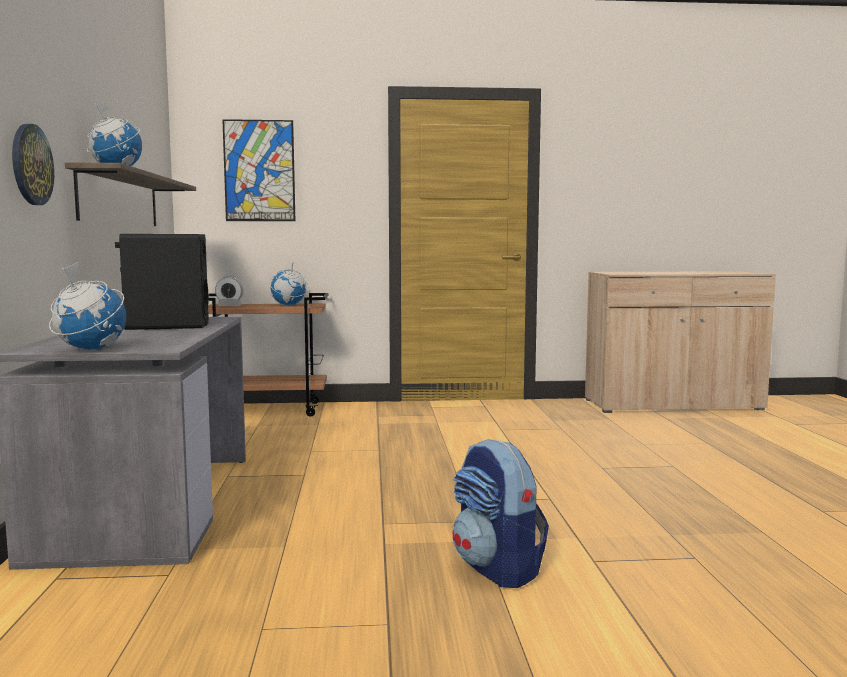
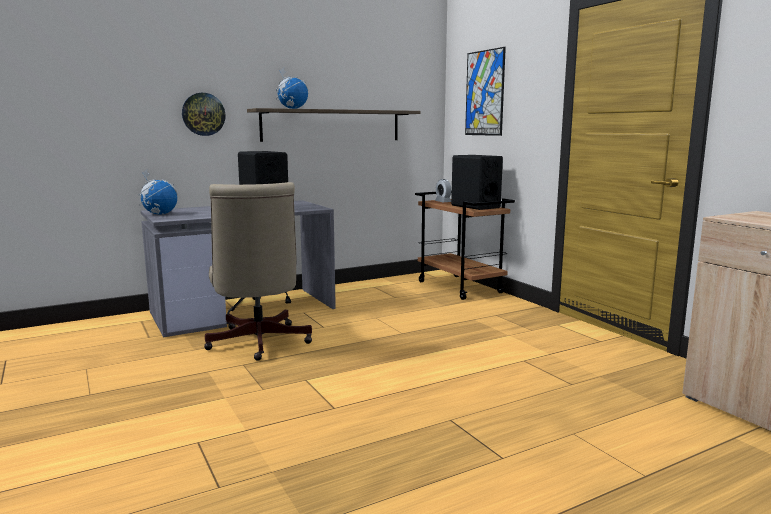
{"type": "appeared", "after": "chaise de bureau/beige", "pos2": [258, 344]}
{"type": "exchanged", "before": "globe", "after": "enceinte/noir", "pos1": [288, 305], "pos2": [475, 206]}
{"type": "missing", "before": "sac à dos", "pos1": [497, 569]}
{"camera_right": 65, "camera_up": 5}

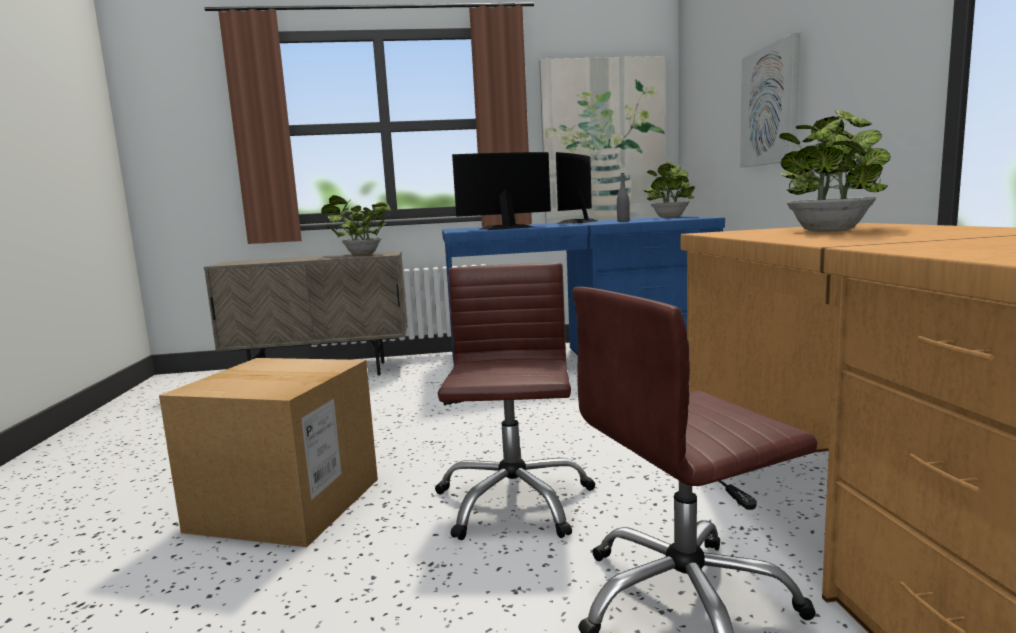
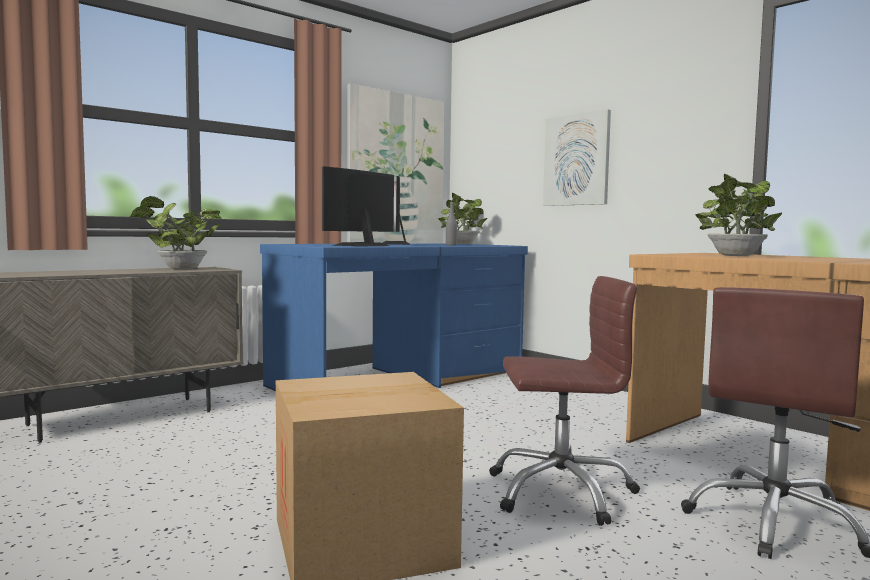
{"type": "spun", "before": "chaise de bureau/marron", "pos1": [513, 501], "pos2": [560, 491], "turn": 120}
{"camera_right": -35, "camera_up": -5}

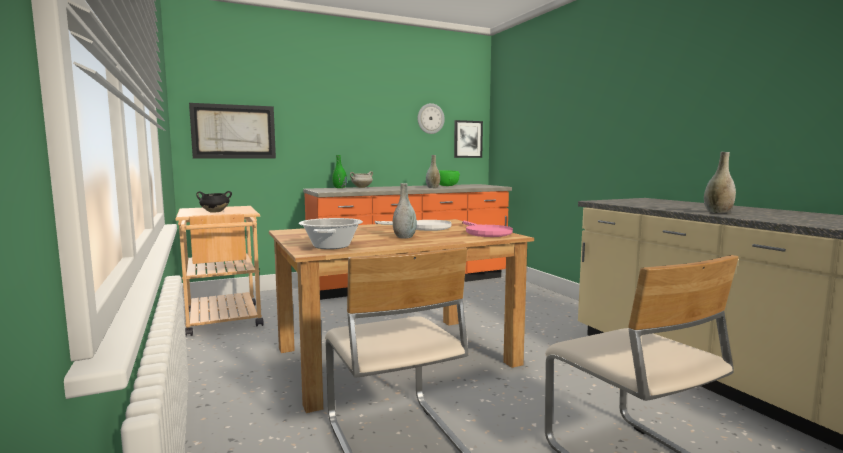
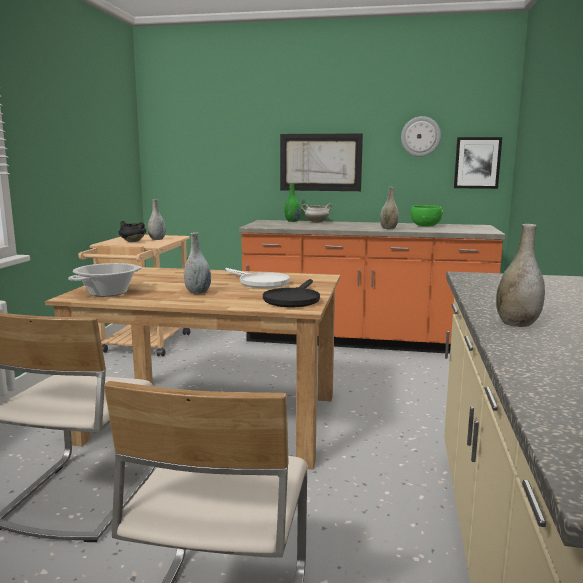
{"type": "appeared", "after": "vase/gris", "pos2": [157, 239]}
{"type": "colour", "before": "poêle/rose", "after": "poêle/noir", "pos1": [485, 233], "pos2": [293, 299]}
{"type": "relocated", "before": "tableau", "pos1": [234, 131], "pos2": [320, 162]}
{"camera_right": 35, "camera_up": 5}

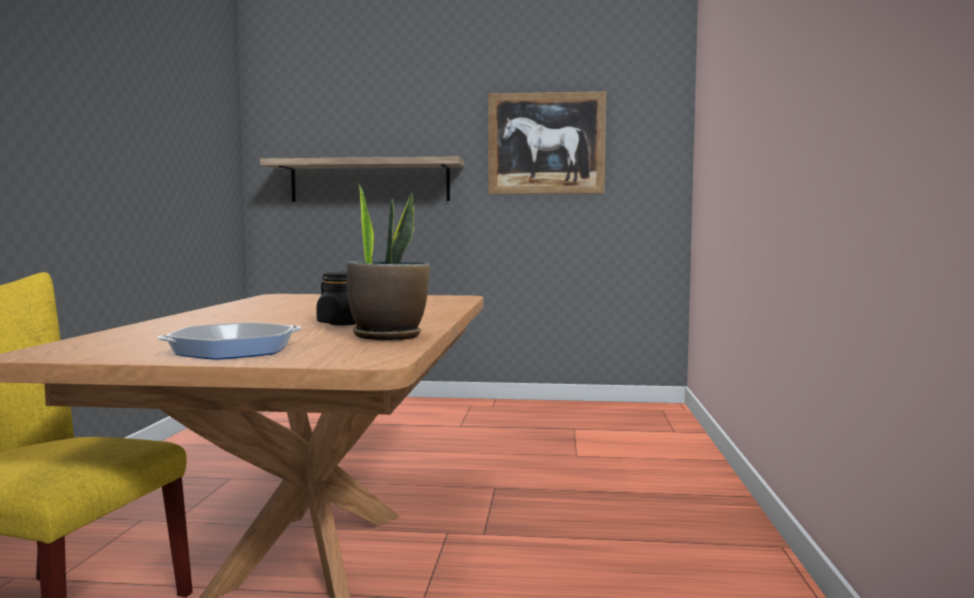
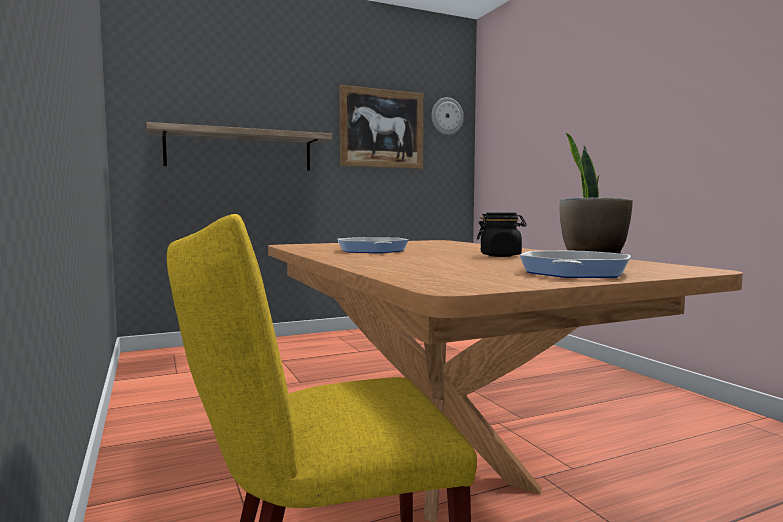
{"type": "appeared", "after": "poêle", "pos2": [372, 250]}
{"type": "appeared", "after": "horloge murale", "pos2": [447, 116]}
{"camera_right": -30, "camera_up": 0}

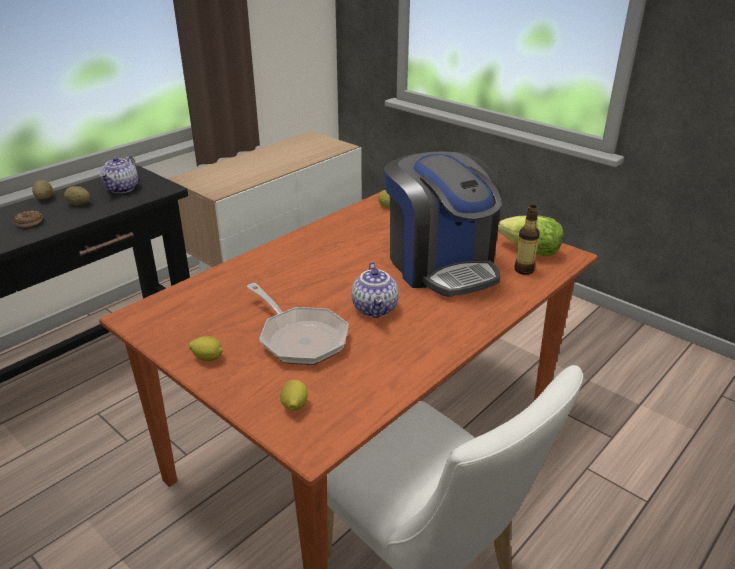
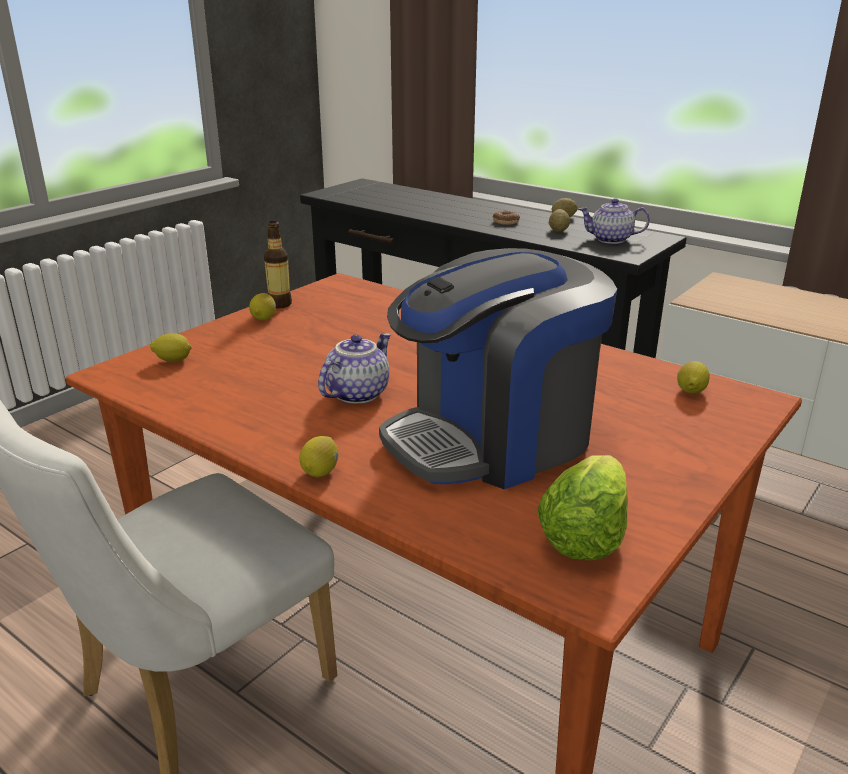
{"type": "relocated", "before": "bouteille", "pos1": [523, 270], "pos2": [280, 304]}
{"type": "appeared", "after": "citron", "pos2": [321, 471]}
{"type": "spun", "before": "théière", "pos1": [376, 309], "pos2": [356, 393], "turn": 135}
{"type": "missing", "before": "poêle", "pos1": [300, 338]}
{"camera_right": 85, "camera_up": -5}

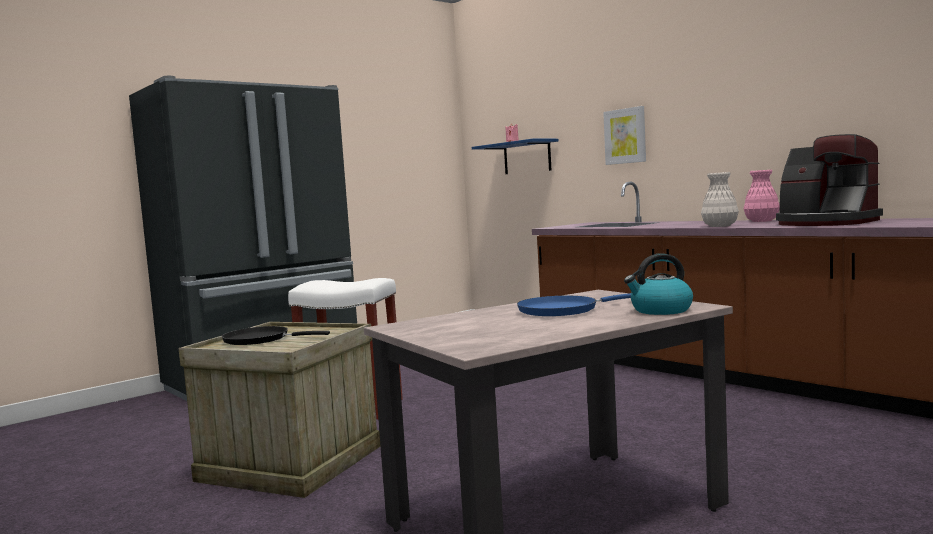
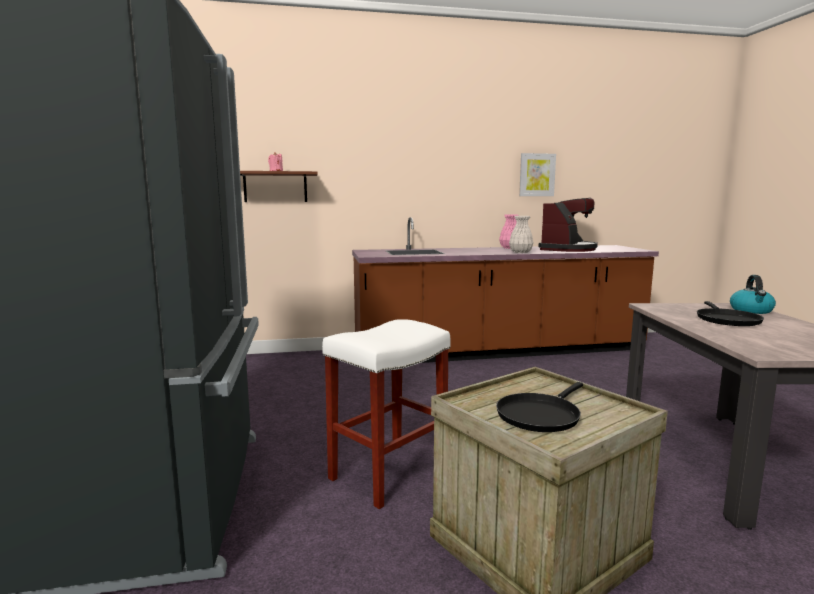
{"type": "colour", "before": "étagère/bleu", "after": "étagère/marron", "pos1": [527, 157], "pos2": [275, 187]}
{"type": "relocated", "before": "tableau", "pos1": [625, 136], "pos2": [537, 175]}
{"type": "spun", "before": "machine à café", "pos1": [825, 223], "pos2": [568, 249], "turn": -45}
{"type": "colour", "before": "poêle/bleu", "after": "poêle/noir", "pos1": [563, 310], "pos2": [726, 320]}
{"camera_right": -60, "camera_up": 5}

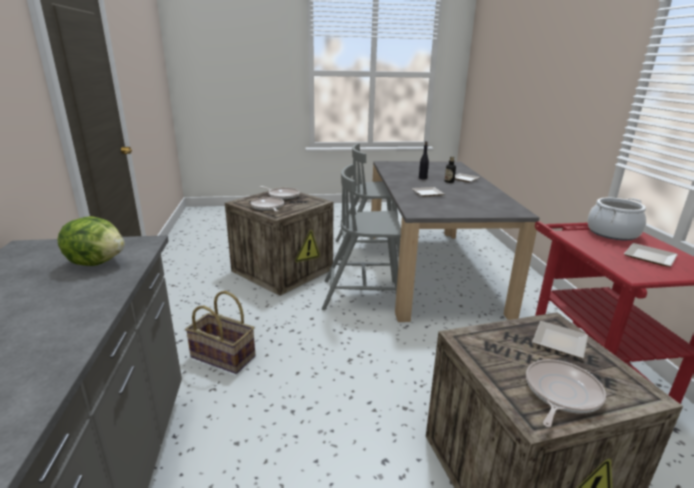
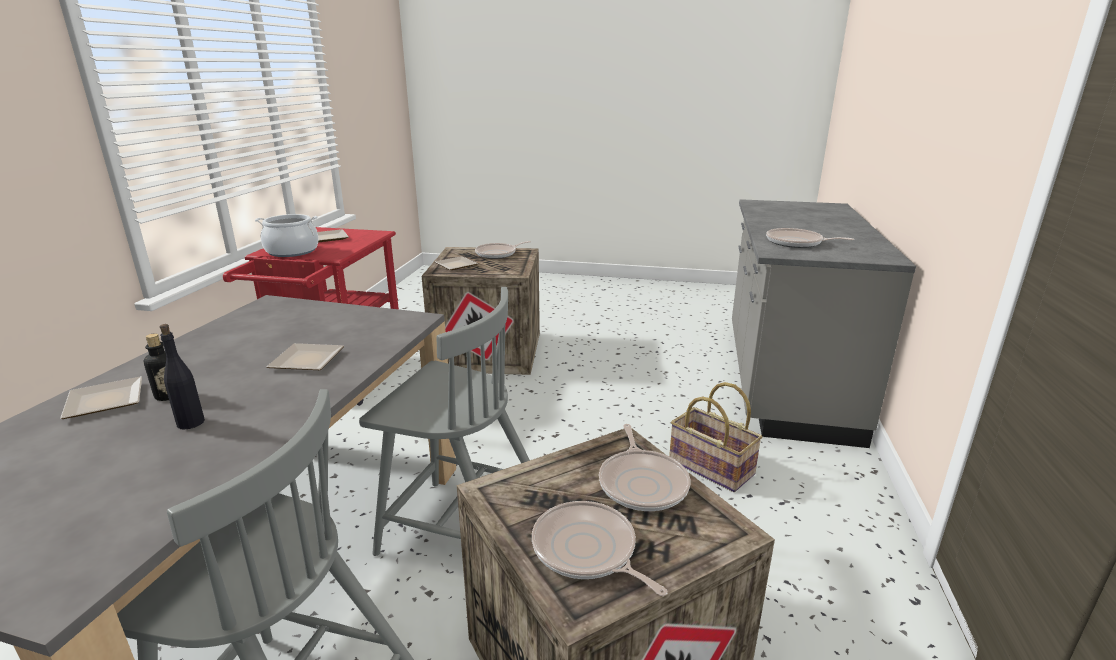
{"type": "exchanged", "before": "laitue", "after": "poêle", "pos1": [97, 262], "pos2": [797, 243]}
{"camera_right": -160, "camera_up": 0}

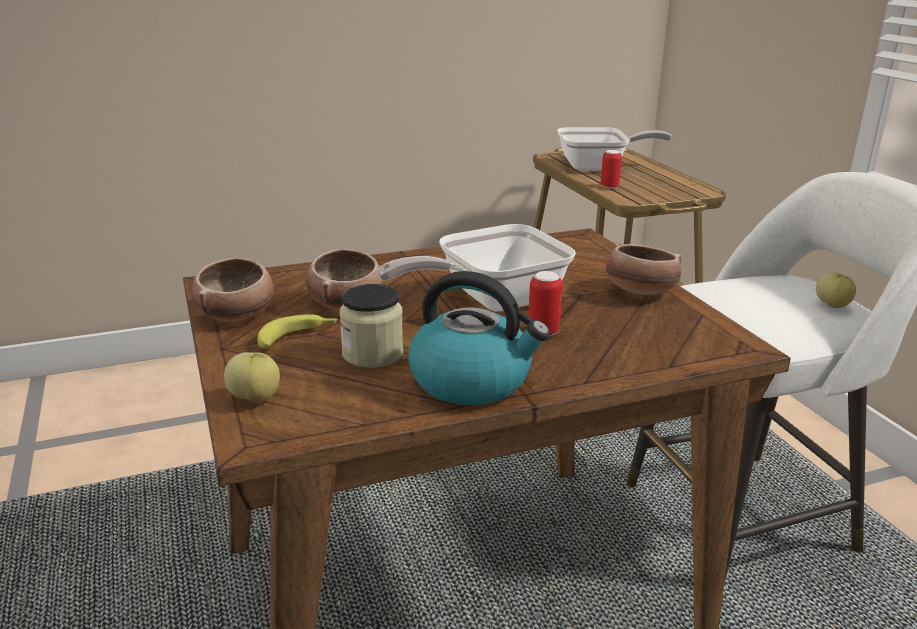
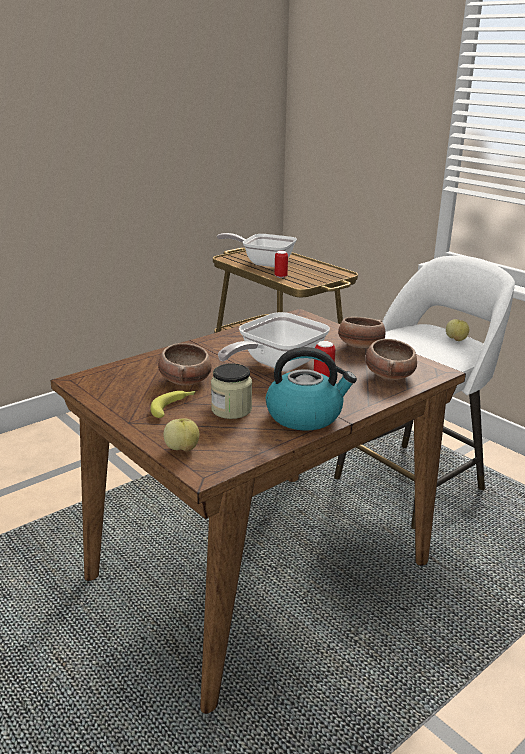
{"type": "spun", "before": "poêle", "pos1": [598, 167], "pos2": [263, 262], "turn": -135}
{"type": "relocated", "before": "bol", "pos1": [237, 314], "pos2": [389, 375]}
{"camera_right": -20, "camera_up": 0}

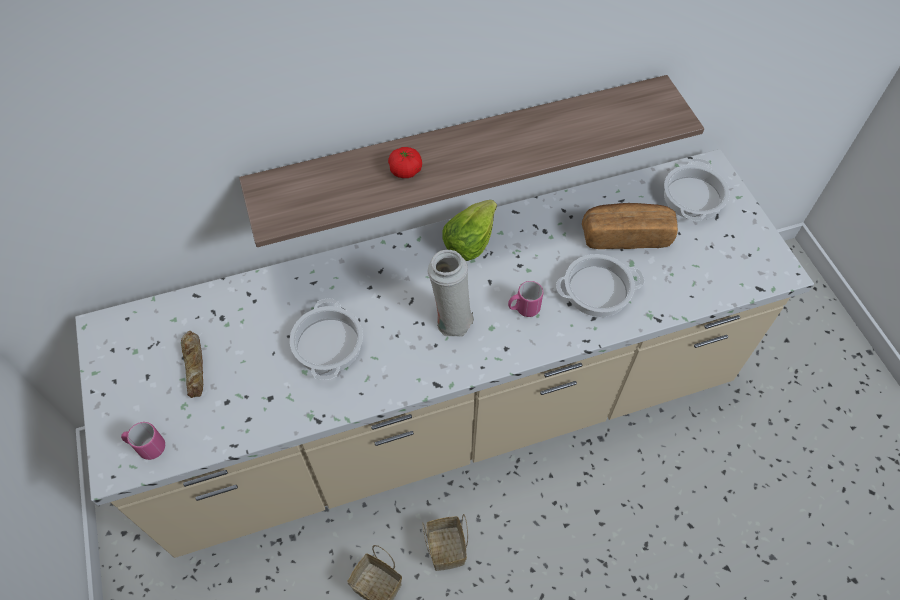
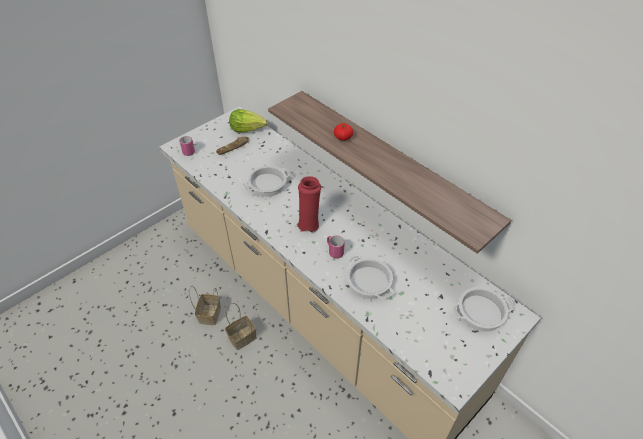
{"type": "relocated", "before": "laitue", "pos1": [469, 240], "pos2": [247, 129]}
{"type": "colour", "before": "vase/blanc", "after": "vase/rouge", "pos1": [451, 319], "pos2": [309, 223]}
{"type": "missing", "before": "pain", "pos1": [625, 235]}
{"camera_right": 65, "camera_up": -10}

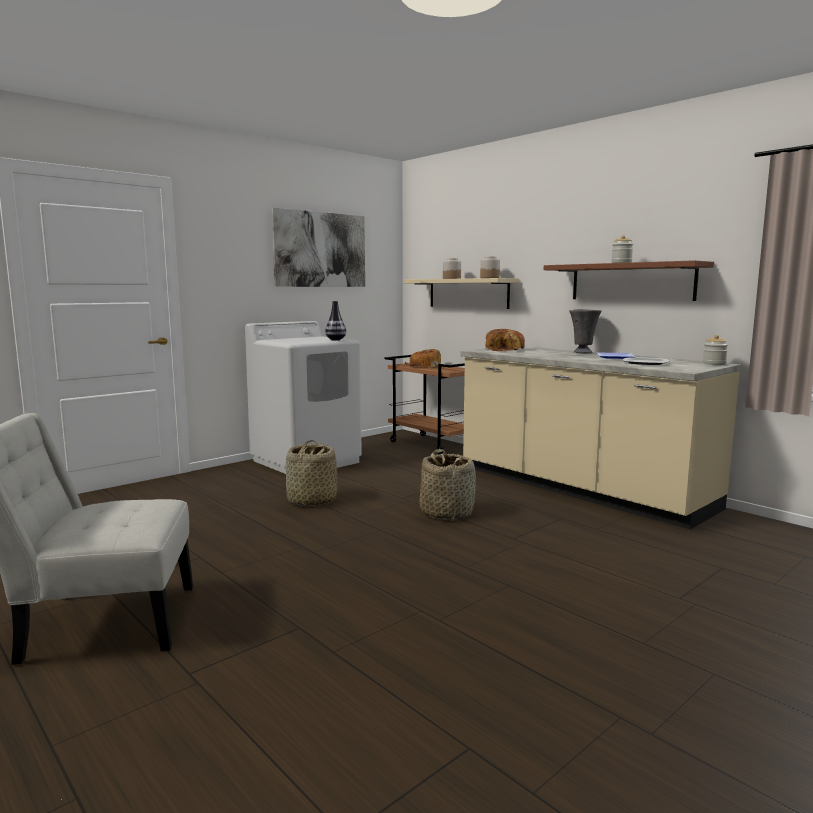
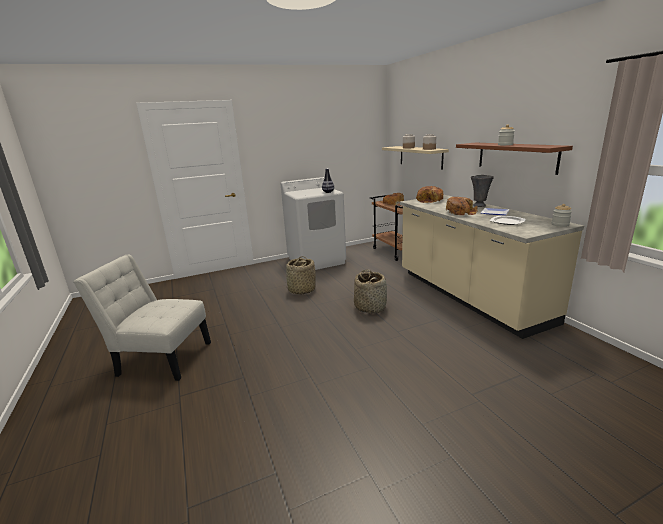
{"type": "appeared", "after": "pain", "pos2": [461, 212]}
{"type": "missing", "before": "tableau", "pos1": [320, 249]}
{"camera_right": 20, "camera_up": 10}

